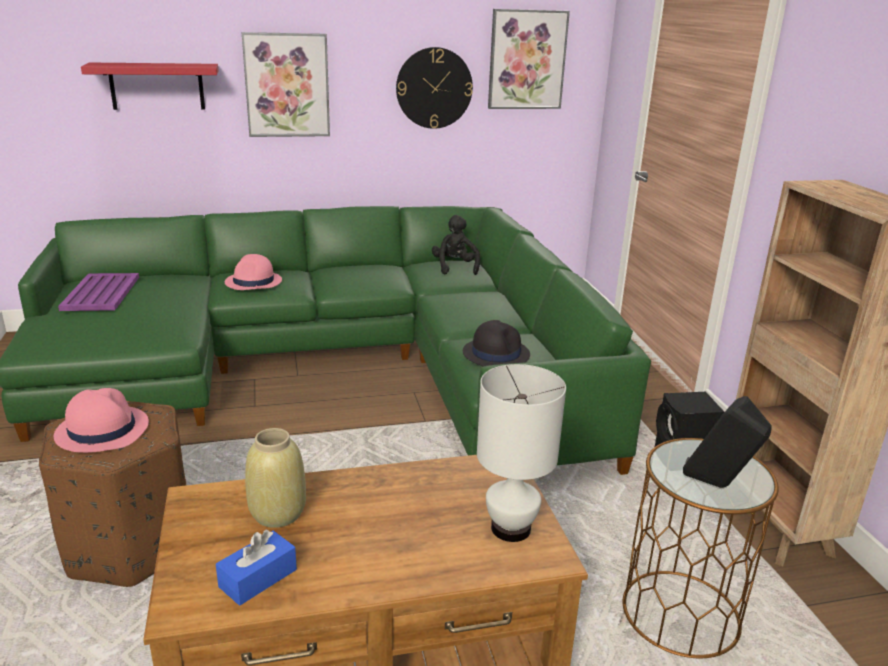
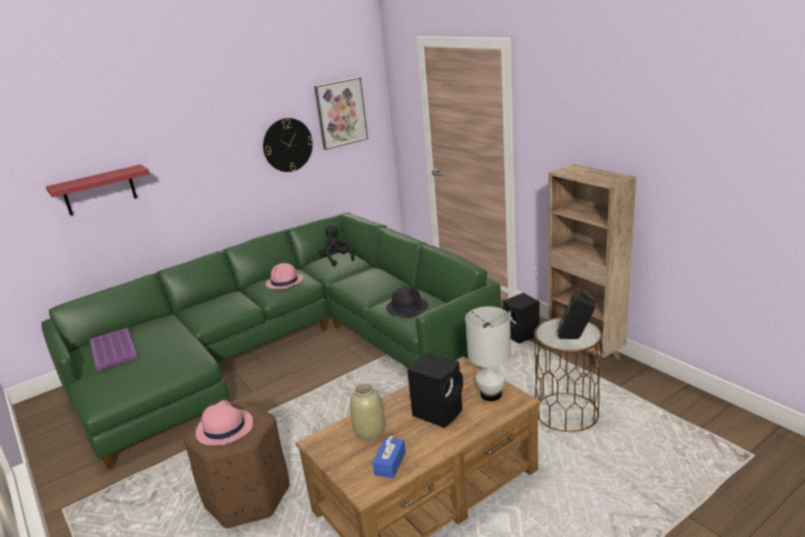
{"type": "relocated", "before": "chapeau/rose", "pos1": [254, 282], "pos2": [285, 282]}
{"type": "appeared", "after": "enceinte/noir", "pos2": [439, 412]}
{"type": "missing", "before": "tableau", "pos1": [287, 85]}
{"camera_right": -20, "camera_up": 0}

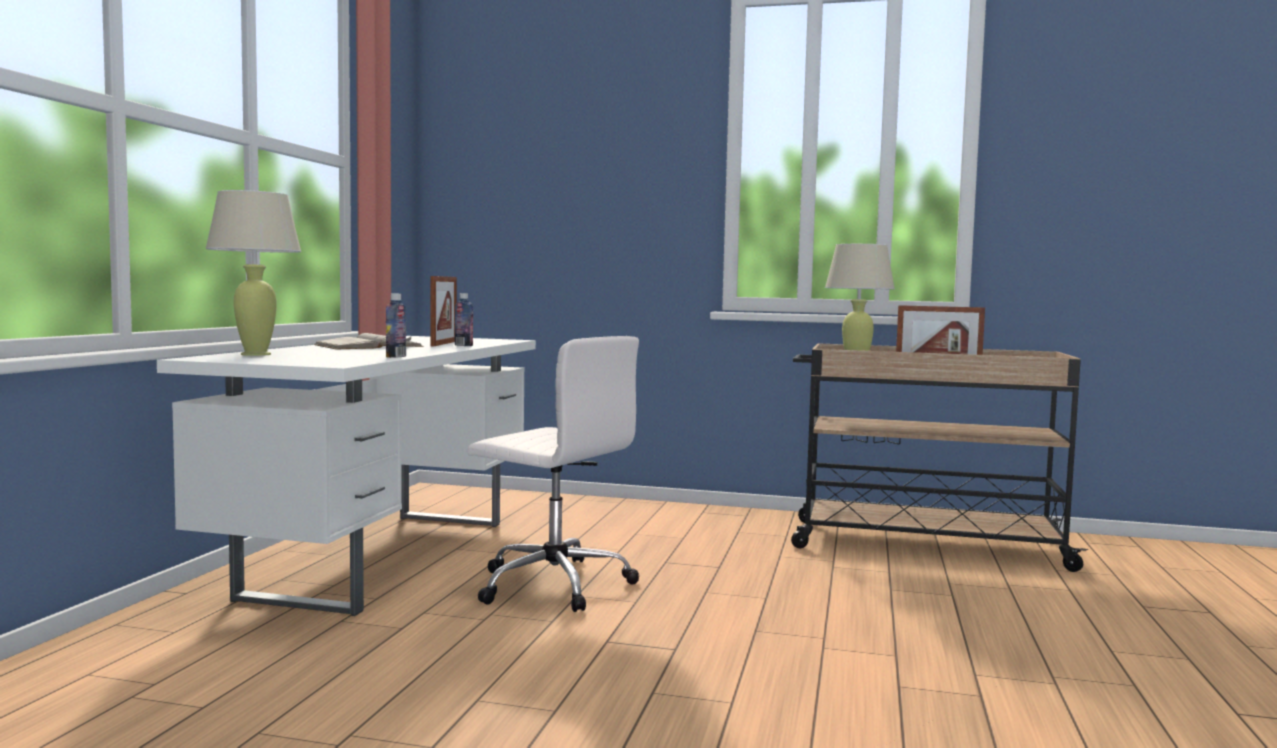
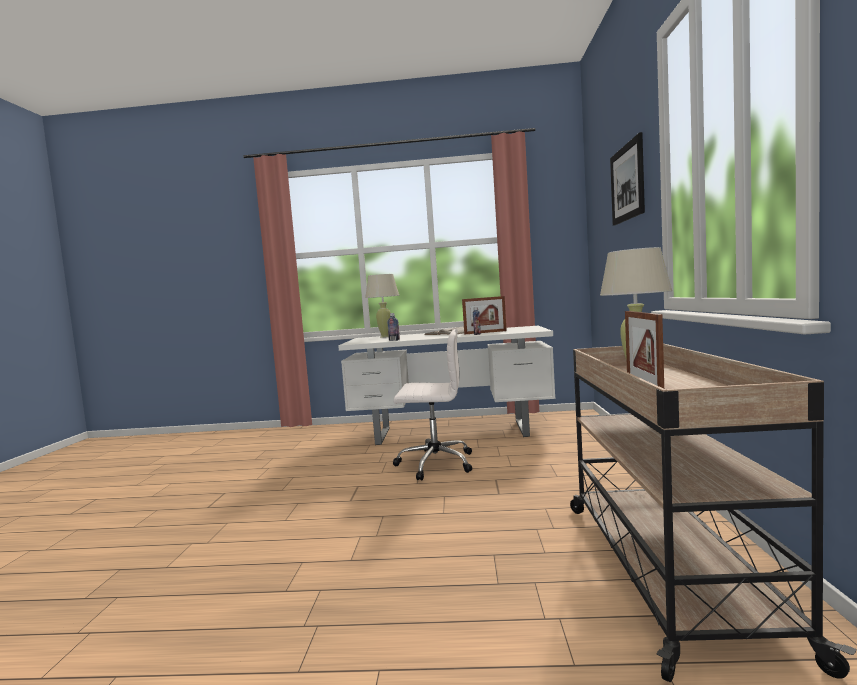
{"type": "spun", "before": "chaise de bureau/blanc", "pos1": [552, 584], "pos2": [434, 463], "turn": -105}
{"type": "appeared", "after": "tableau", "pos2": [627, 183]}
{"camera_right": 80, "camera_up": 0}

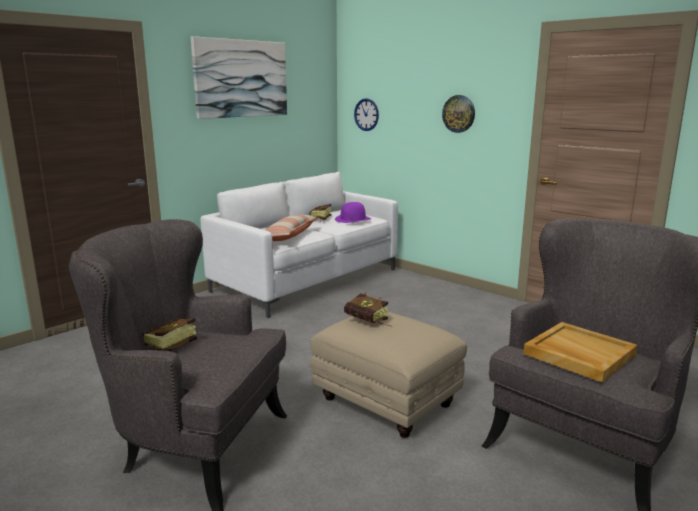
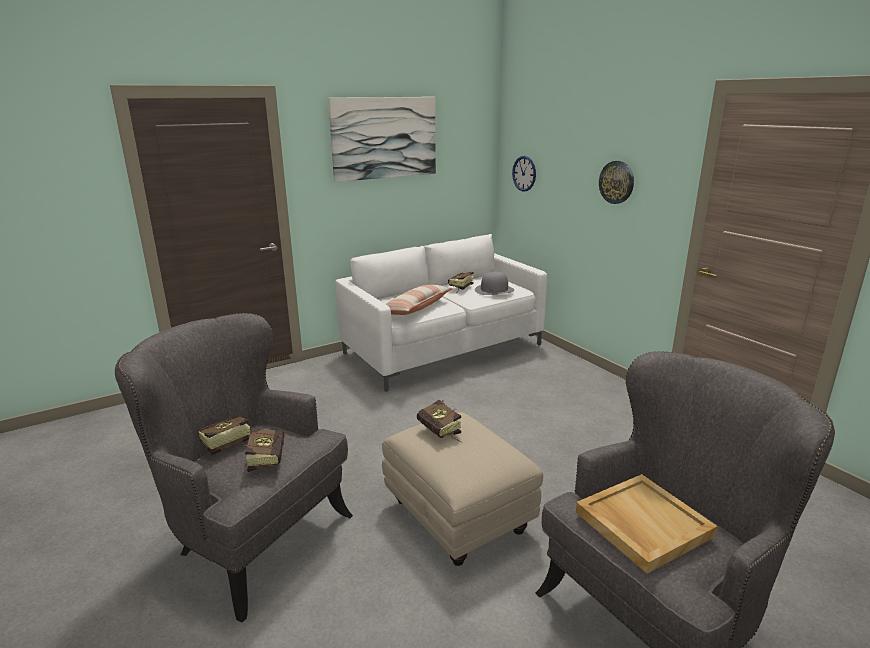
{"type": "appeared", "after": "livre", "pos2": [267, 458]}
{"type": "colour", "before": "chapeau/violet", "after": "chapeau/gris", "pos1": [352, 219], "pos2": [494, 290]}
{"camera_right": 15, "camera_up": 5}

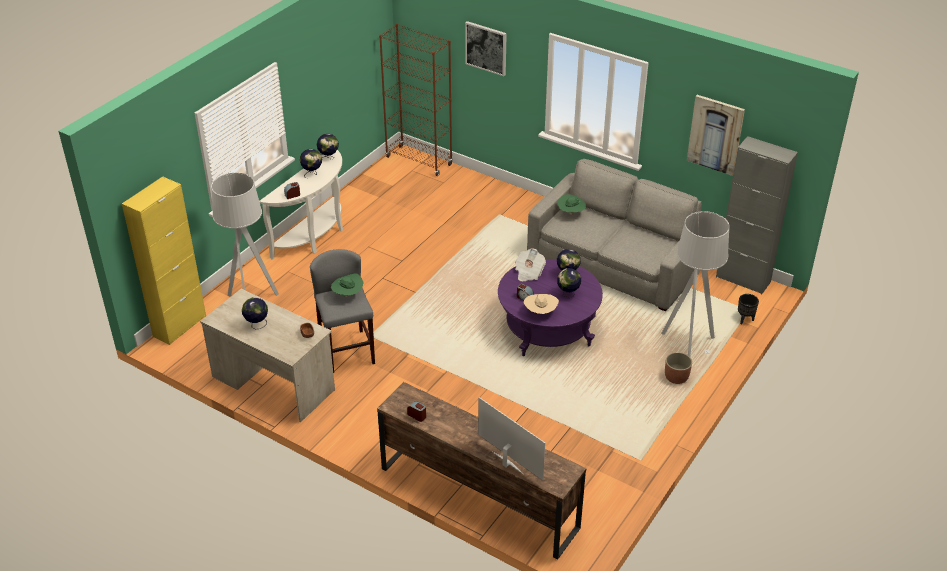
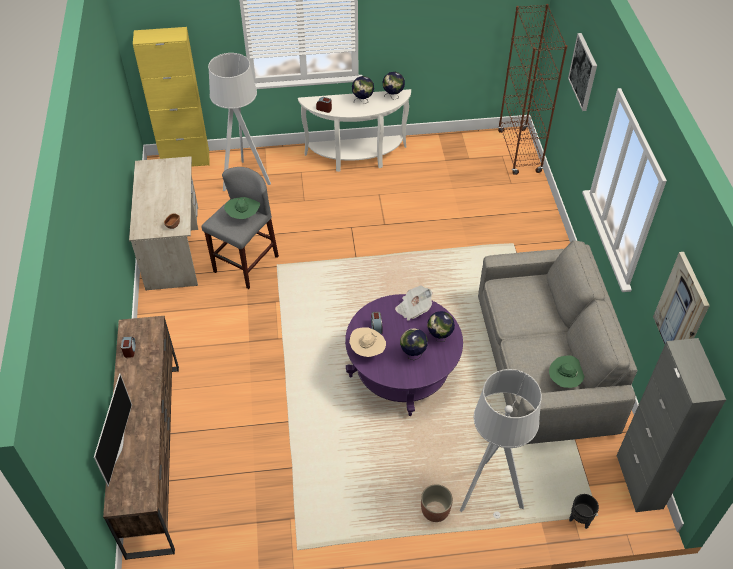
{"type": "relocated", "before": "chapeau/vert", "pos1": [571, 213], "pos2": [564, 380]}
{"type": "missing", "before": "globe", "pos1": [257, 325]}
{"camera_right": 50, "camera_up": 10}

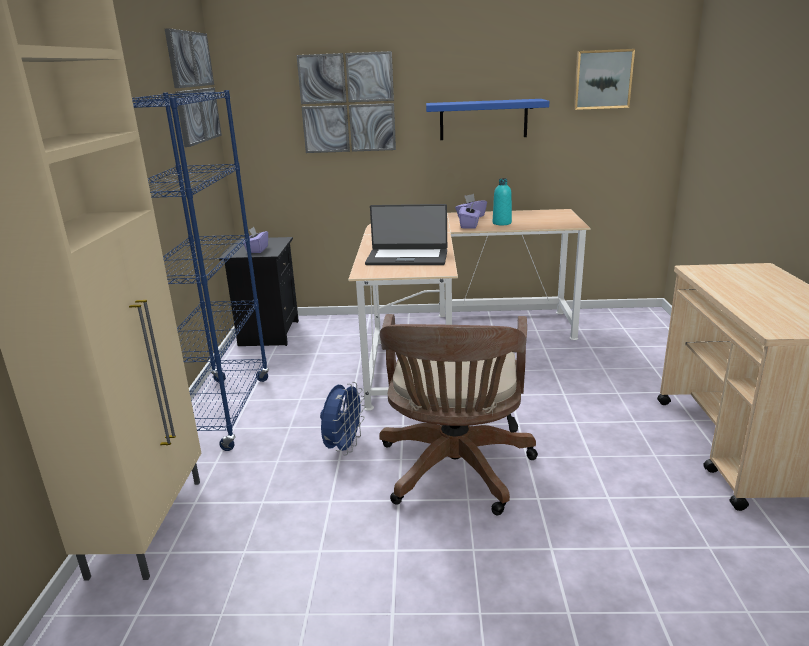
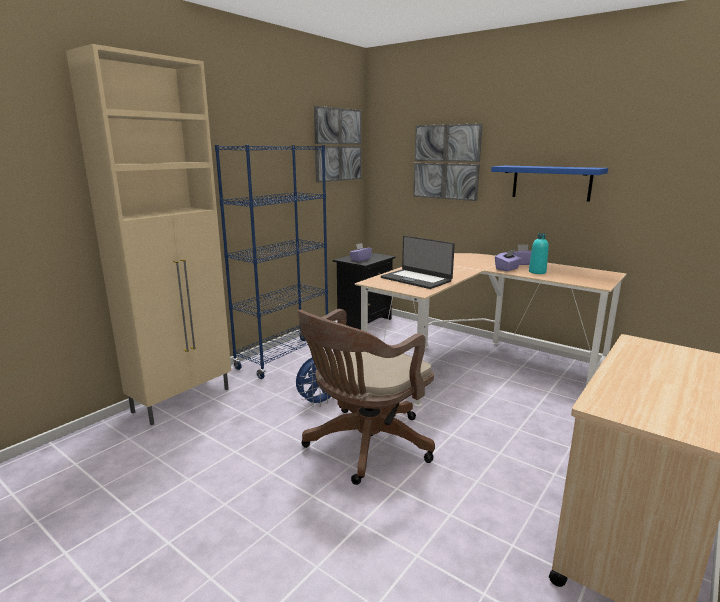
{"type": "missing", "before": "tableau", "pos1": [602, 79]}
{"camera_right": 35, "camera_up": -5}

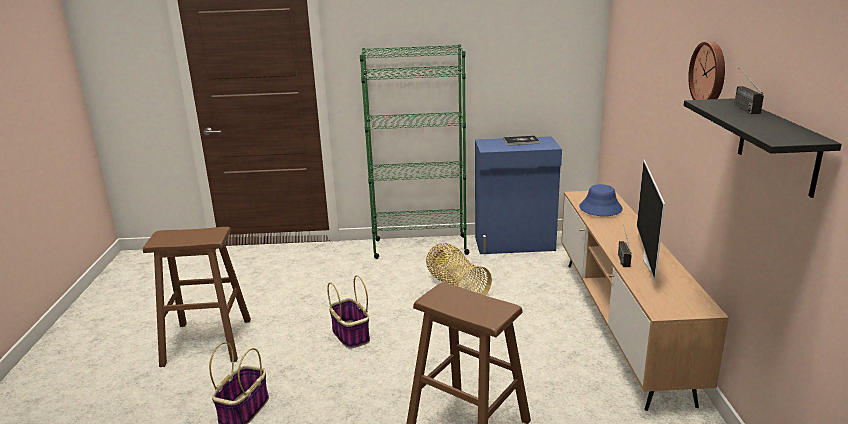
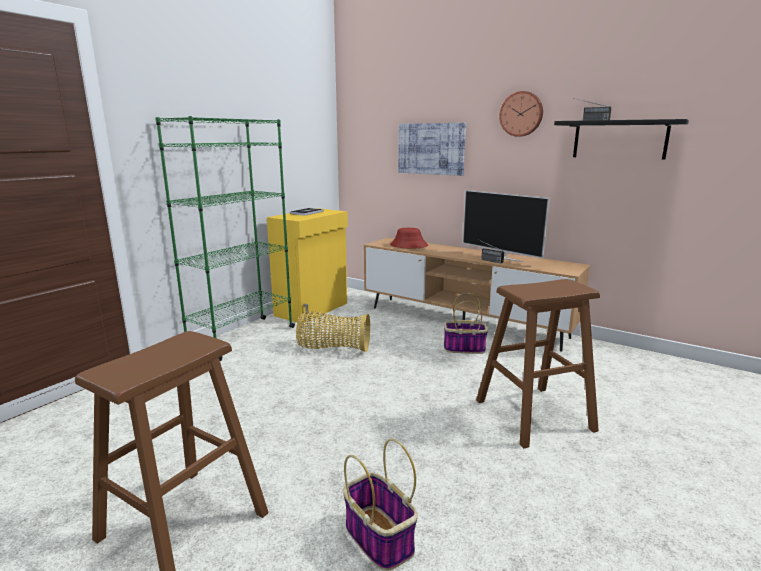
{"type": "colour", "before": "meuble de rangement/bleu", "after": "meuble de rangement/jaune", "pos1": [515, 244], "pos2": [313, 309]}
{"type": "colour", "before": "chapeau/bleu", "after": "chapeau/rouge", "pos1": [600, 208], "pos2": [408, 246]}
{"type": "appeared", "after": "tableau", "pos2": [431, 149]}
{"type": "relocated", "before": "panier", "pos1": [350, 335], "pos2": [463, 348]}
{"camera_right": -55, "camera_up": -5}

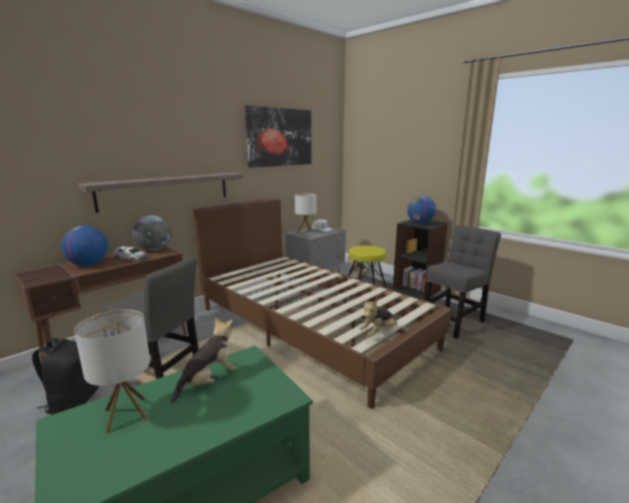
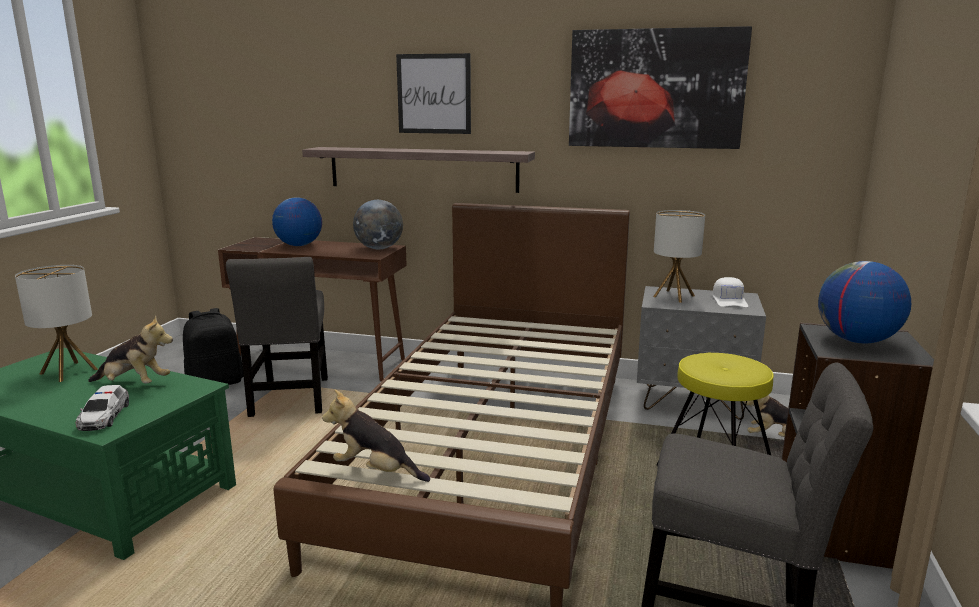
{"type": "relocated", "before": "petite voiture", "pos1": [131, 258], "pos2": [104, 416]}
{"type": "appeared", "after": "tableau", "pos2": [434, 94]}
{"camera_right": 60, "camera_up": 0}

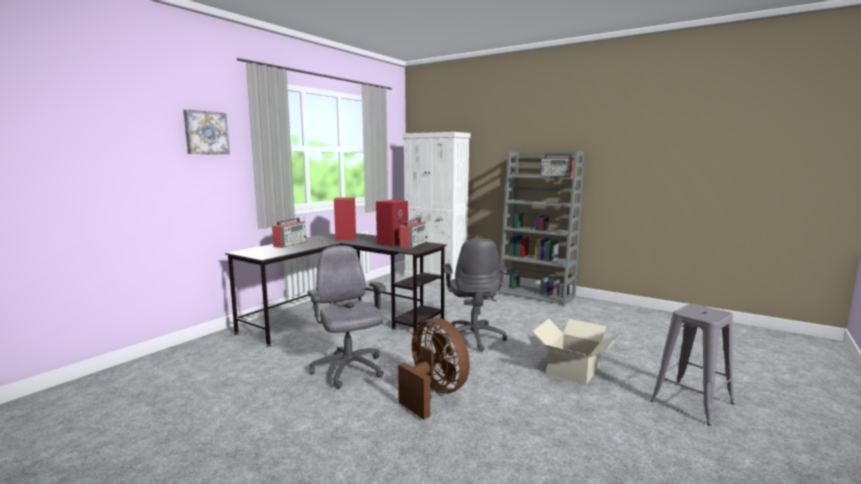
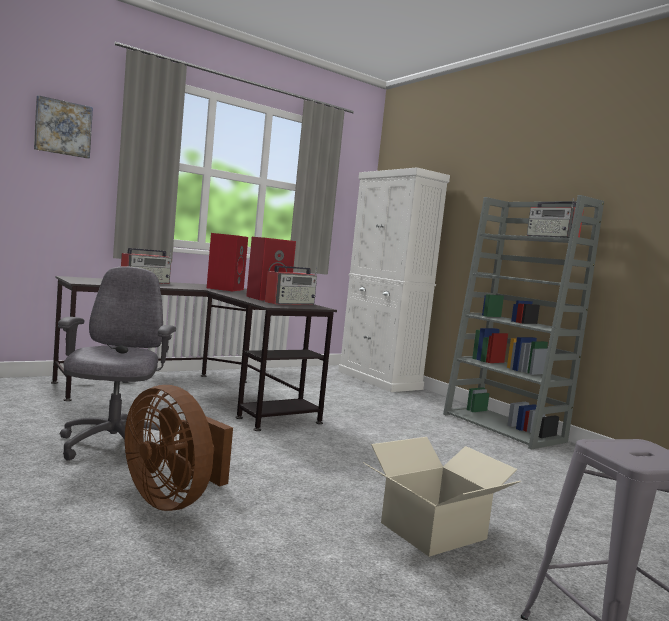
{"type": "spun", "before": "ventilateur/marron", "pos1": [433, 394], "pos2": [173, 499], "turn": 150}
{"type": "missing", "before": "chaise de bureau/gris", "pos1": [474, 337]}
{"camera_right": 20, "camera_up": -5}

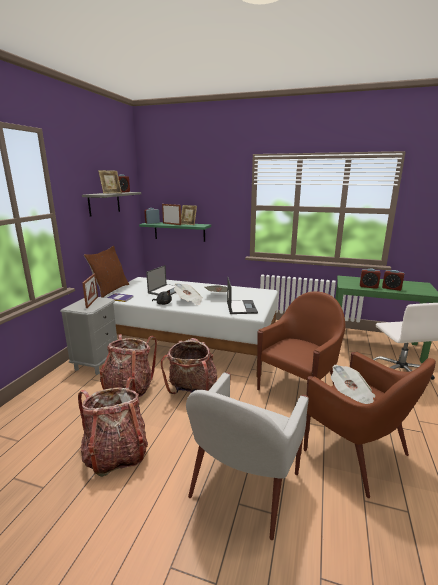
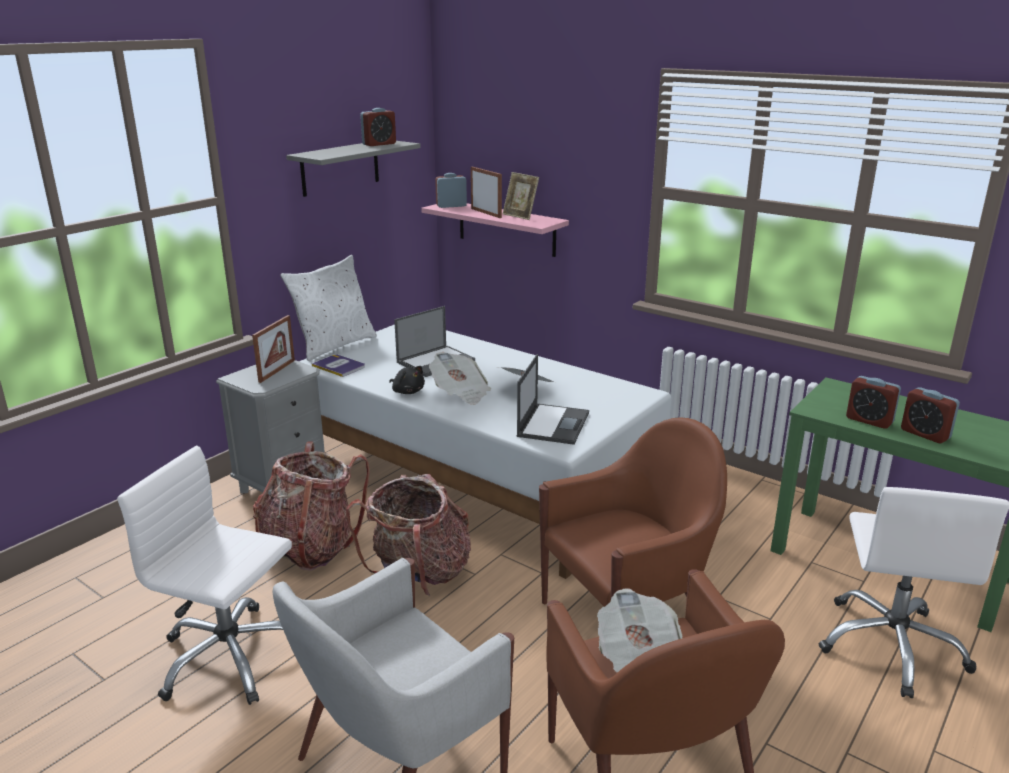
{"type": "exchanged", "before": "sac à dos", "after": "chaise de bureau/blanc", "pos1": [116, 454], "pos2": [229, 657]}
{"type": "colour", "before": "coussin/marron", "after": "coussin/blanc", "pos1": [110, 290], "pos2": [334, 345]}
{"type": "colour", "before": "étagère/vert", "after": "étagère/rose", "pos1": [179, 231], "pos2": [506, 228]}
{"type": "missing", "before": "cadre photo", "pos1": [111, 193]}
{"camera_right": 20, "camera_up": 5}

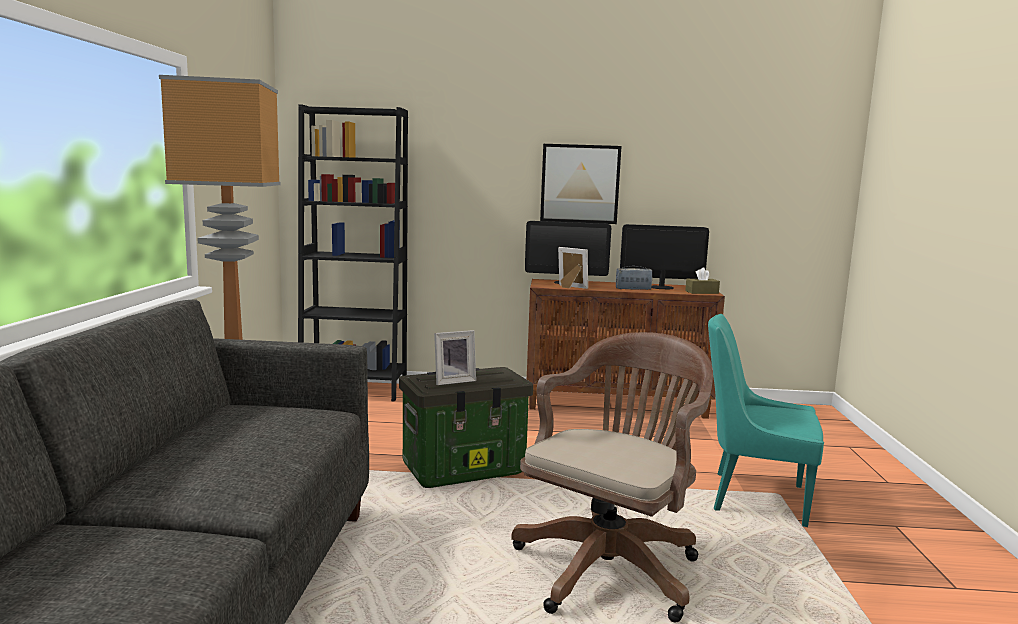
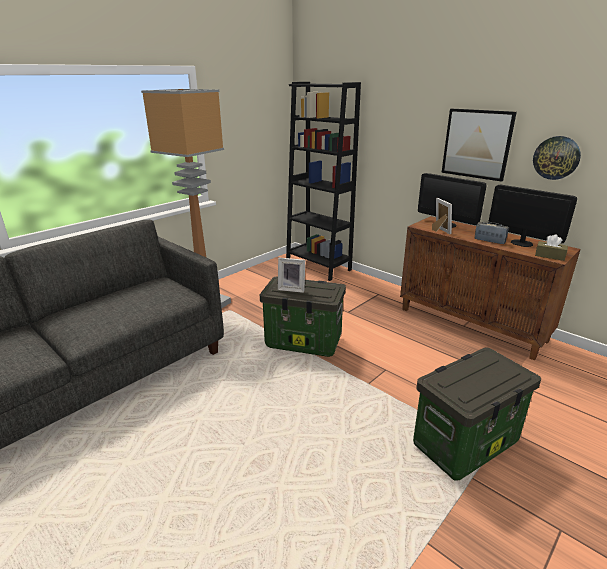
{"type": "exchanged", "before": "chaise/turquoise", "after": "boîte de rangement", "pos1": [753, 497], "pos2": [465, 443]}
{"type": "appeared", "after": "horloge murale", "pos2": [556, 158]}
{"type": "missing", "before": "chaise de bureau/marron", "pos1": [611, 565]}
{"camera_right": 40, "camera_up": 15}

